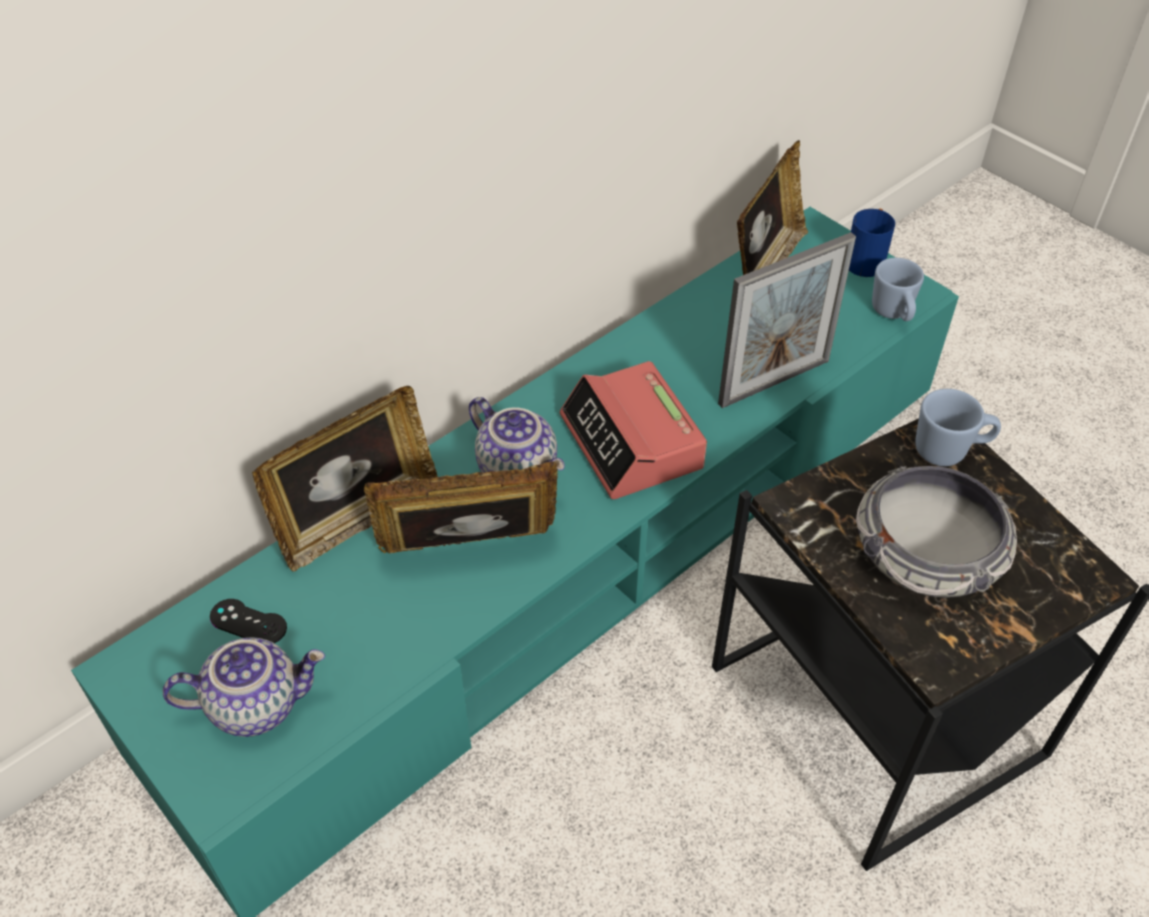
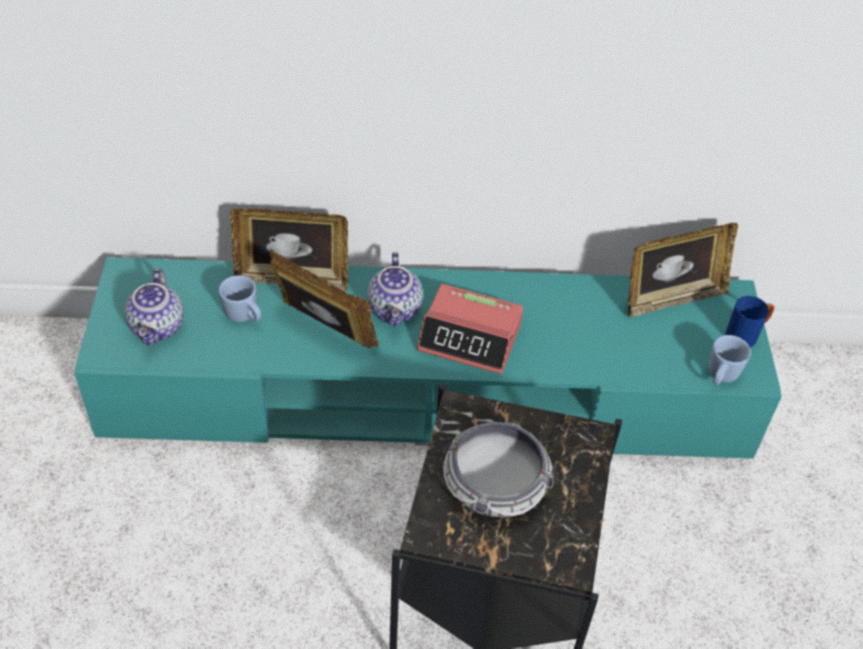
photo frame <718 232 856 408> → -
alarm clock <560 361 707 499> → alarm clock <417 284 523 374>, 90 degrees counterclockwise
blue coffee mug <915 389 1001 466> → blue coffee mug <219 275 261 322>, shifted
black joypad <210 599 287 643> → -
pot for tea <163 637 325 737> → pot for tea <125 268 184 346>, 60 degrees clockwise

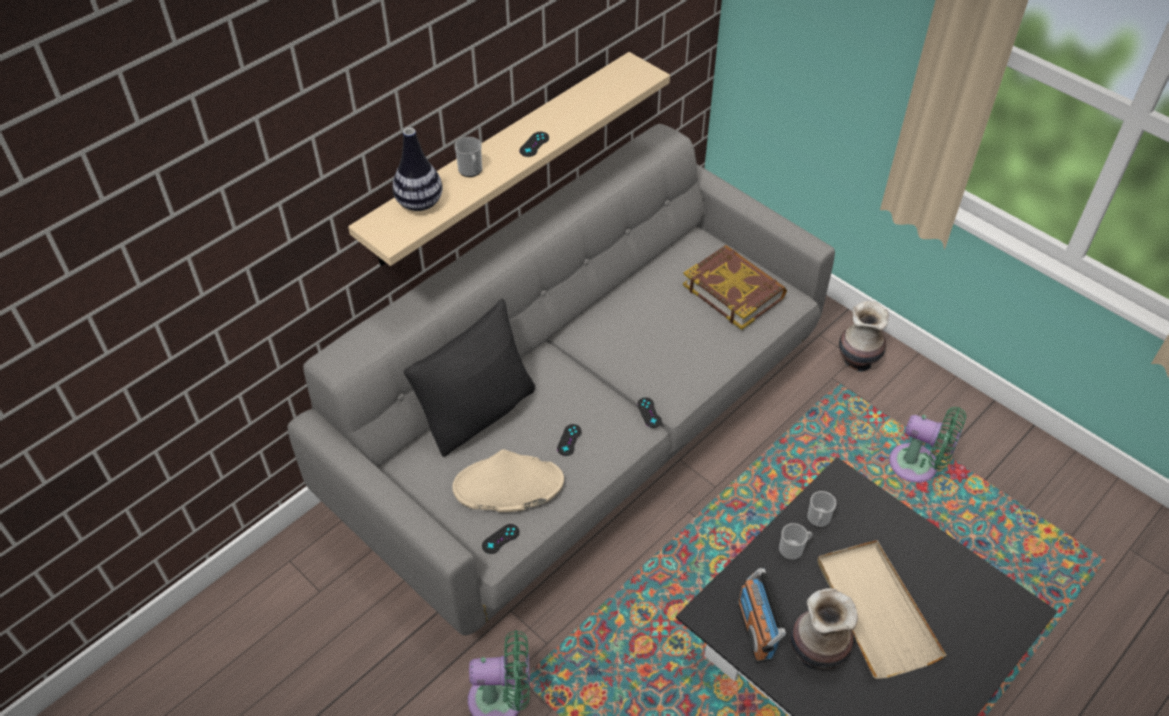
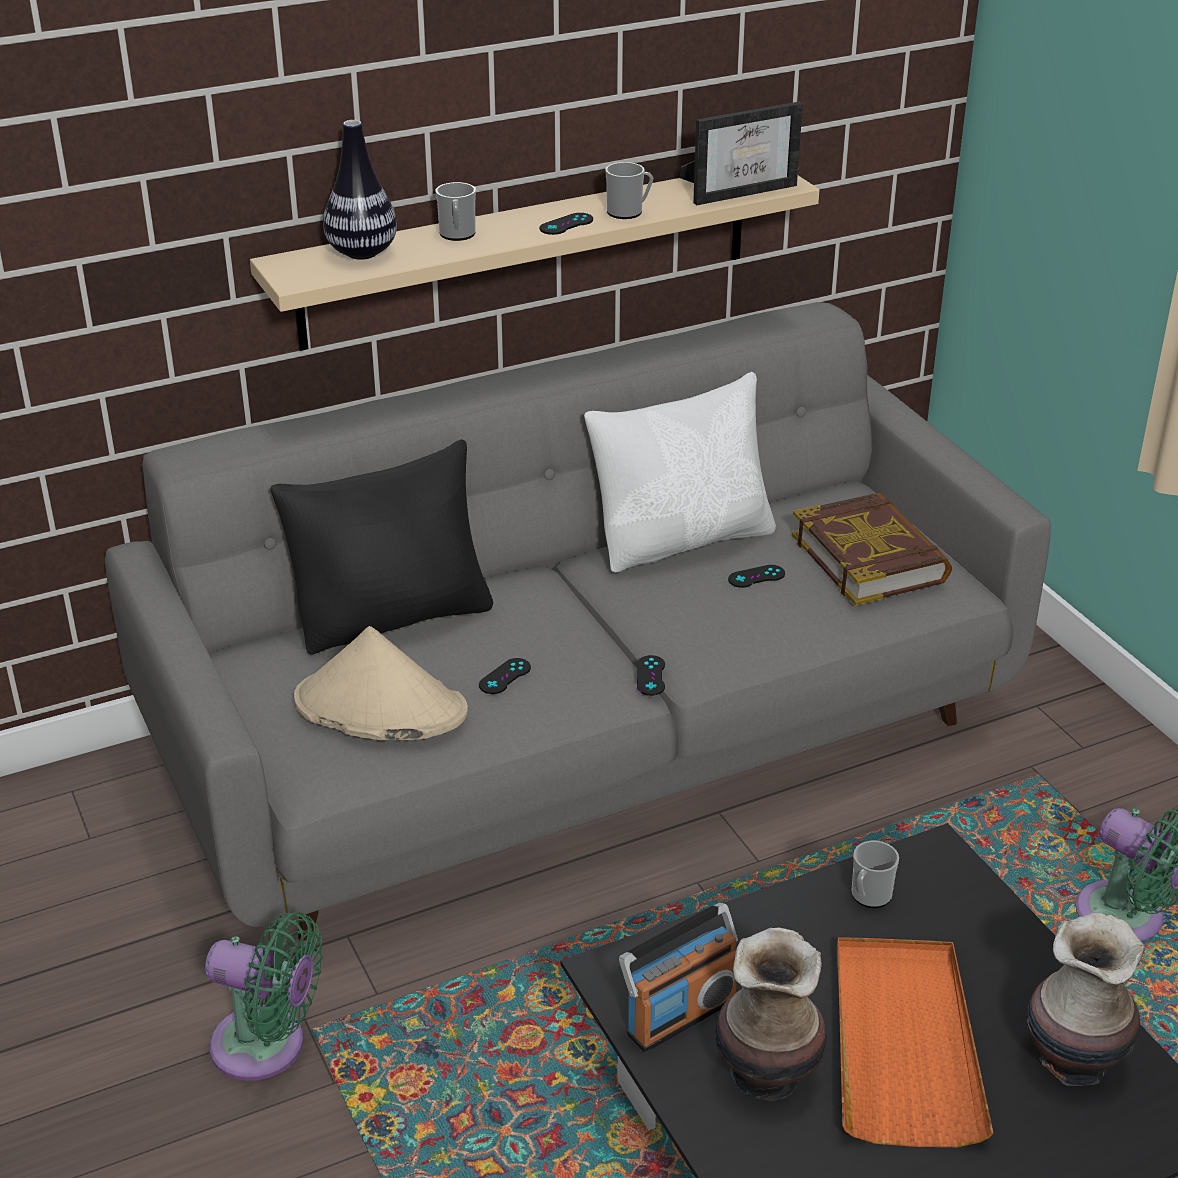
vase <839 301 889 372> → vase <1027 913 1145 1086>, shifted
coffee mug <779 523 813 560> → coffee mug <605 162 653 219>, shifted
black joypad <482 524 519 554> → black joypad <728 565 785 588>, shifted
beige tray <818 540 946 679> → orange tray <837 937 993 1147>
radio receiver <738 568 786 663> → radio receiver <619 902 738 1052>, 135 degrees counterclockwise
- → photo frame <680 102 803 205>
- → whitish cushion <584 372 776 573>

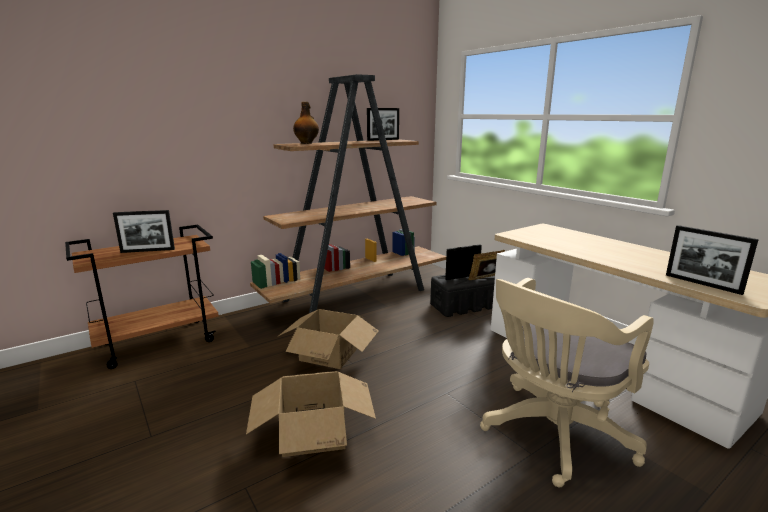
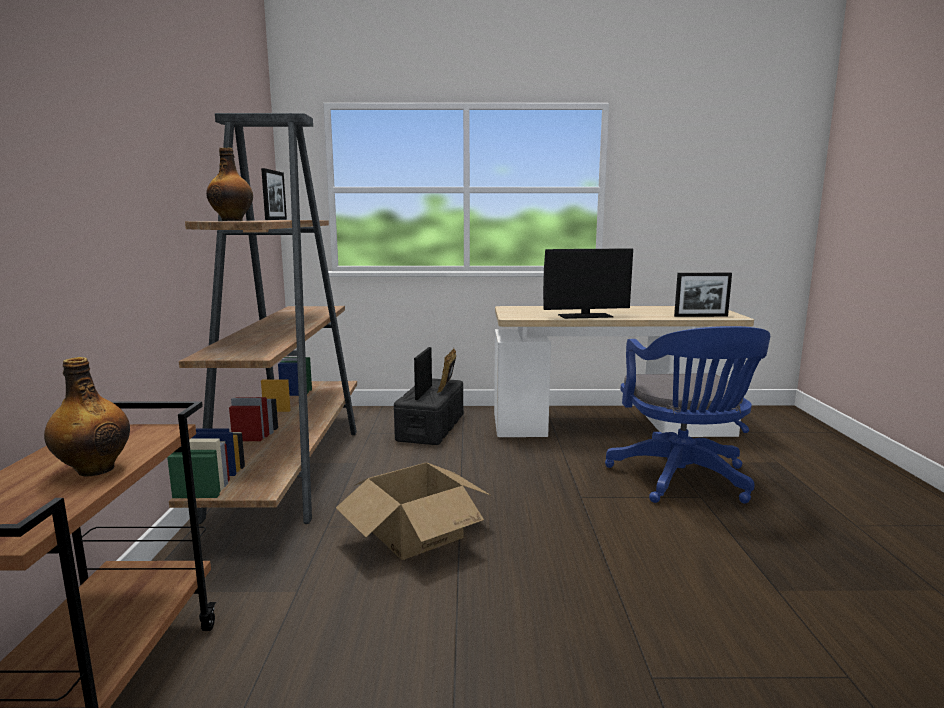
photo frame <113 210 175 253> → beverage bottle <44 357 130 476>
beige computer chair <480 278 654 488> → blue computer chair <605 326 770 504>
cardboard box <246 371 376 457> → -
- → computer display <543 249 633 319>

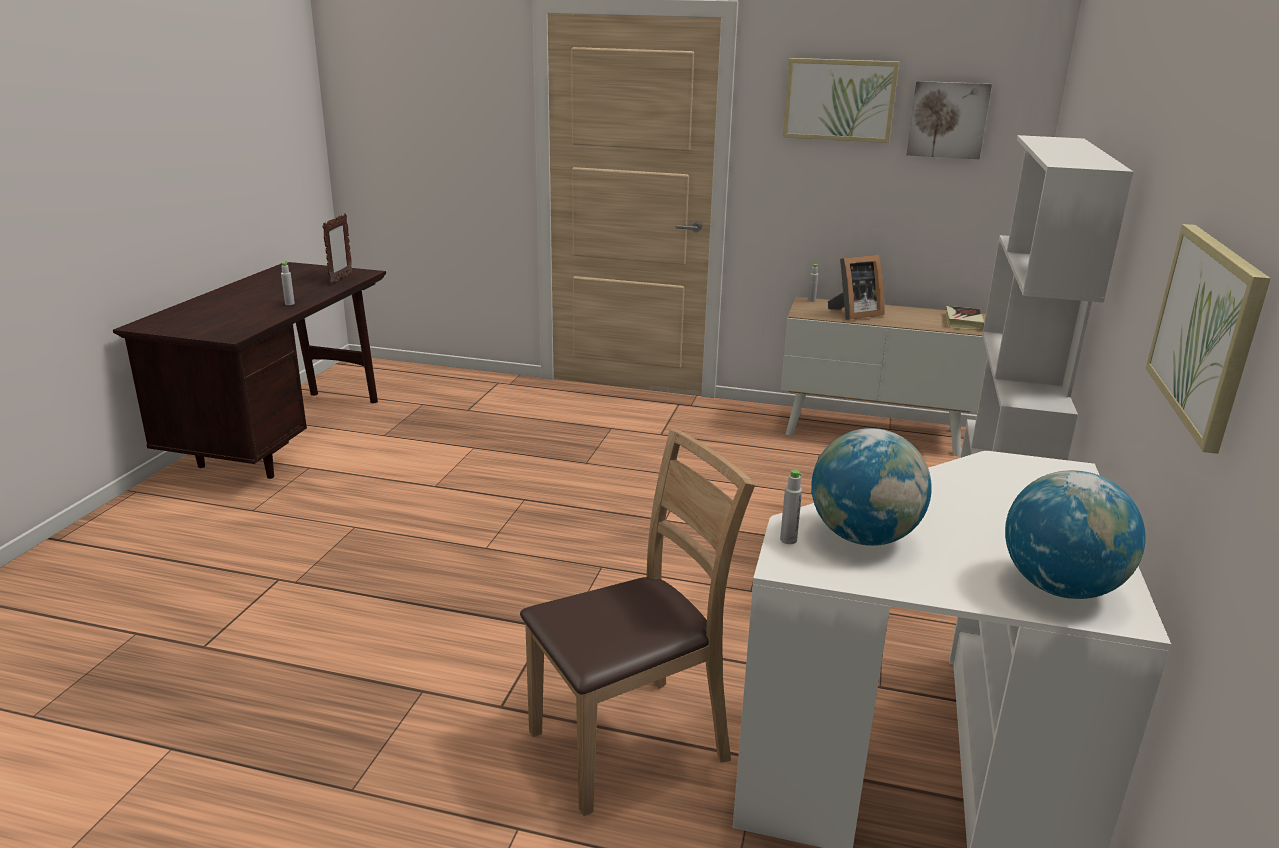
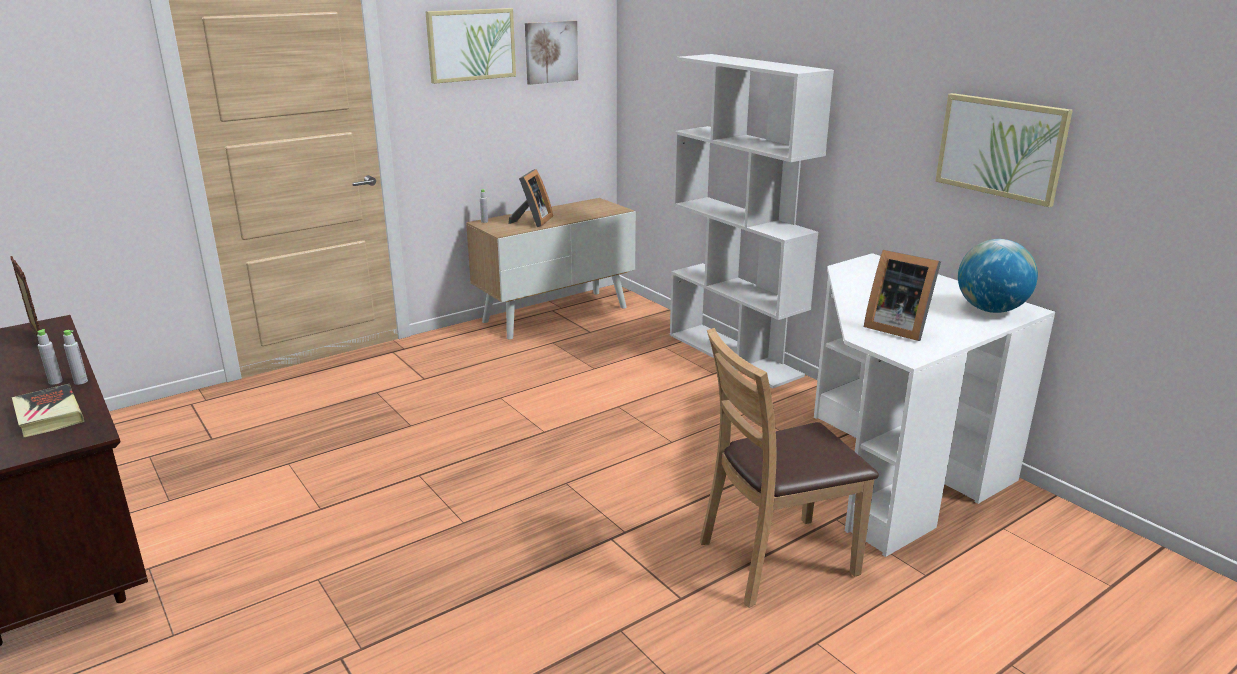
volume <946 306 984 331> → volume <12 384 84 437>, shifted
world globe <811 428 932 546> → photo frame <864 250 941 341>
brown-coloured plain chair <520 429 755 816> → brown-coloured plain chair <700 328 879 608>, 120 degrees counterclockwise
greyish beverage bottle <780 470 802 544> → greyish beverage bottle <63 330 88 385>, shifted

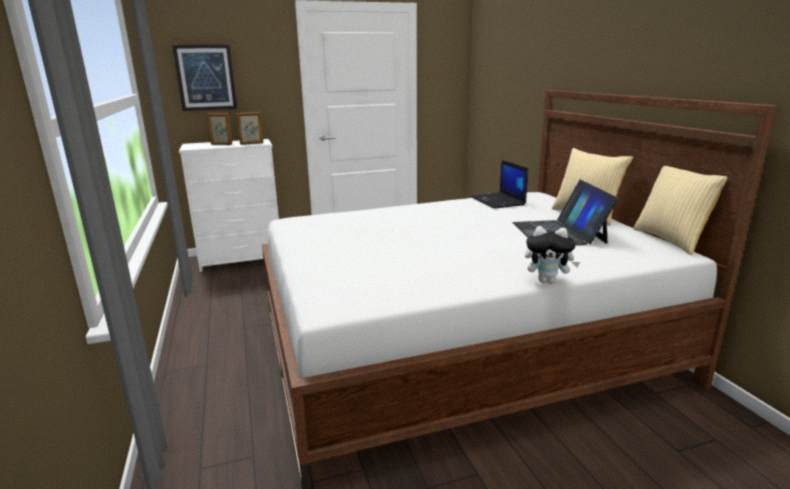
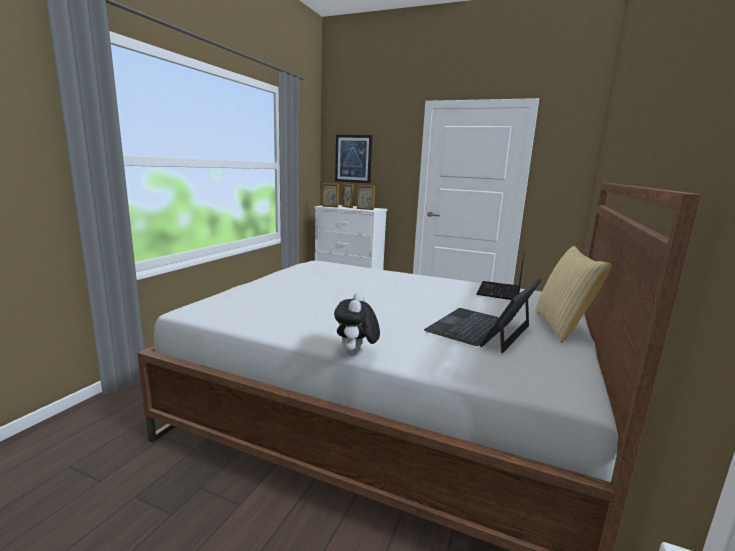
cushion <633 166 727 255> → -
soft toy <525 226 580 284> → soft toy <334 292 380 356>, 45 degrees clockwise
- → photo frame <322 183 339 207>

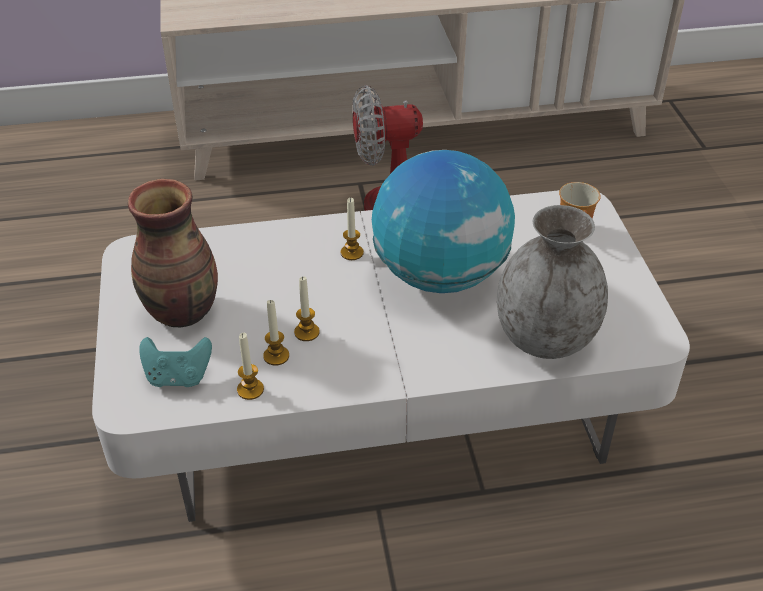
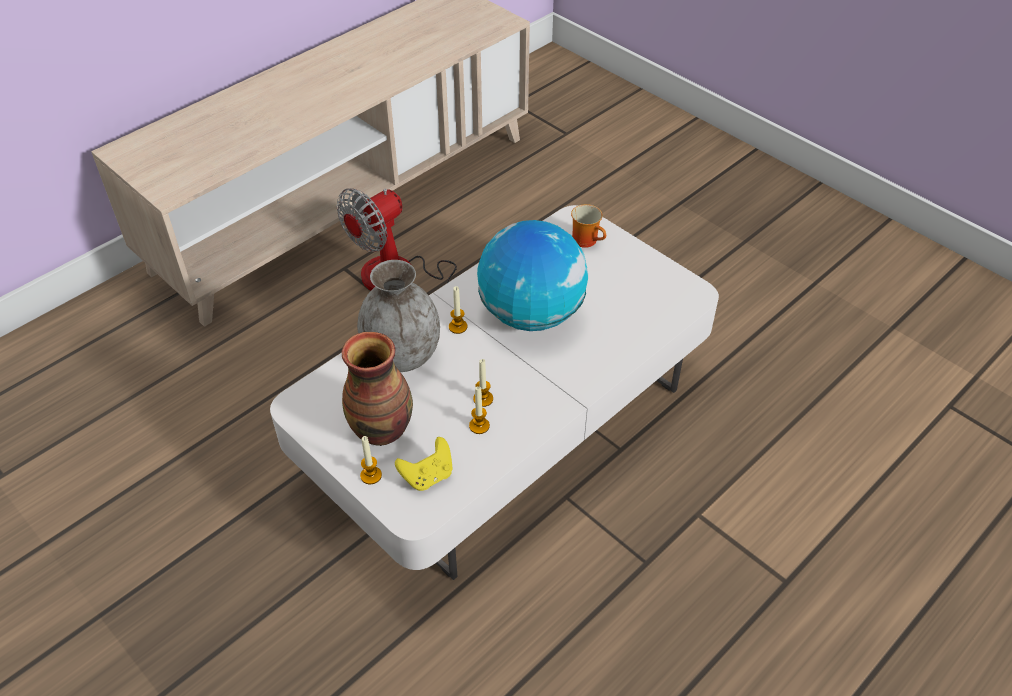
greyish vase <497 205 608 359> → greyish vase <357 260 440 372>, shifted
wax light <237 333 264 400> → wax light <360 436 382 484>, shifted
blue-green joypad <139 337 212 387> → yellow joypad <395 437 452 491>

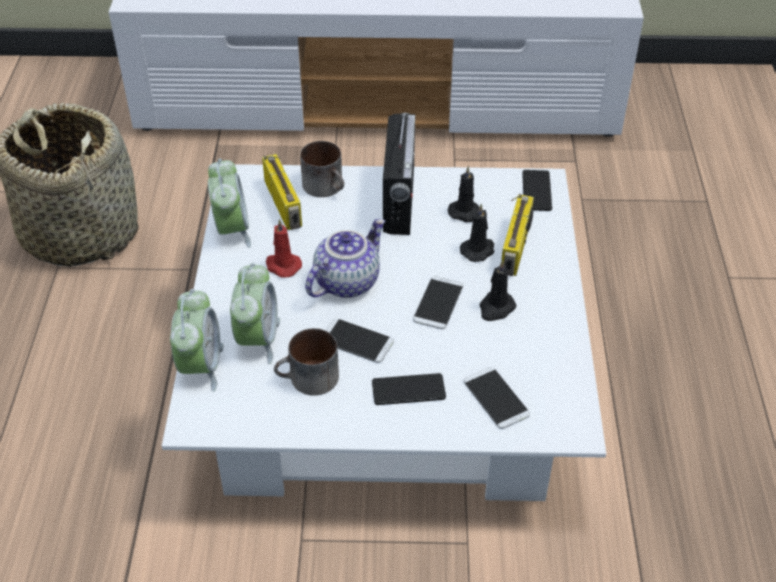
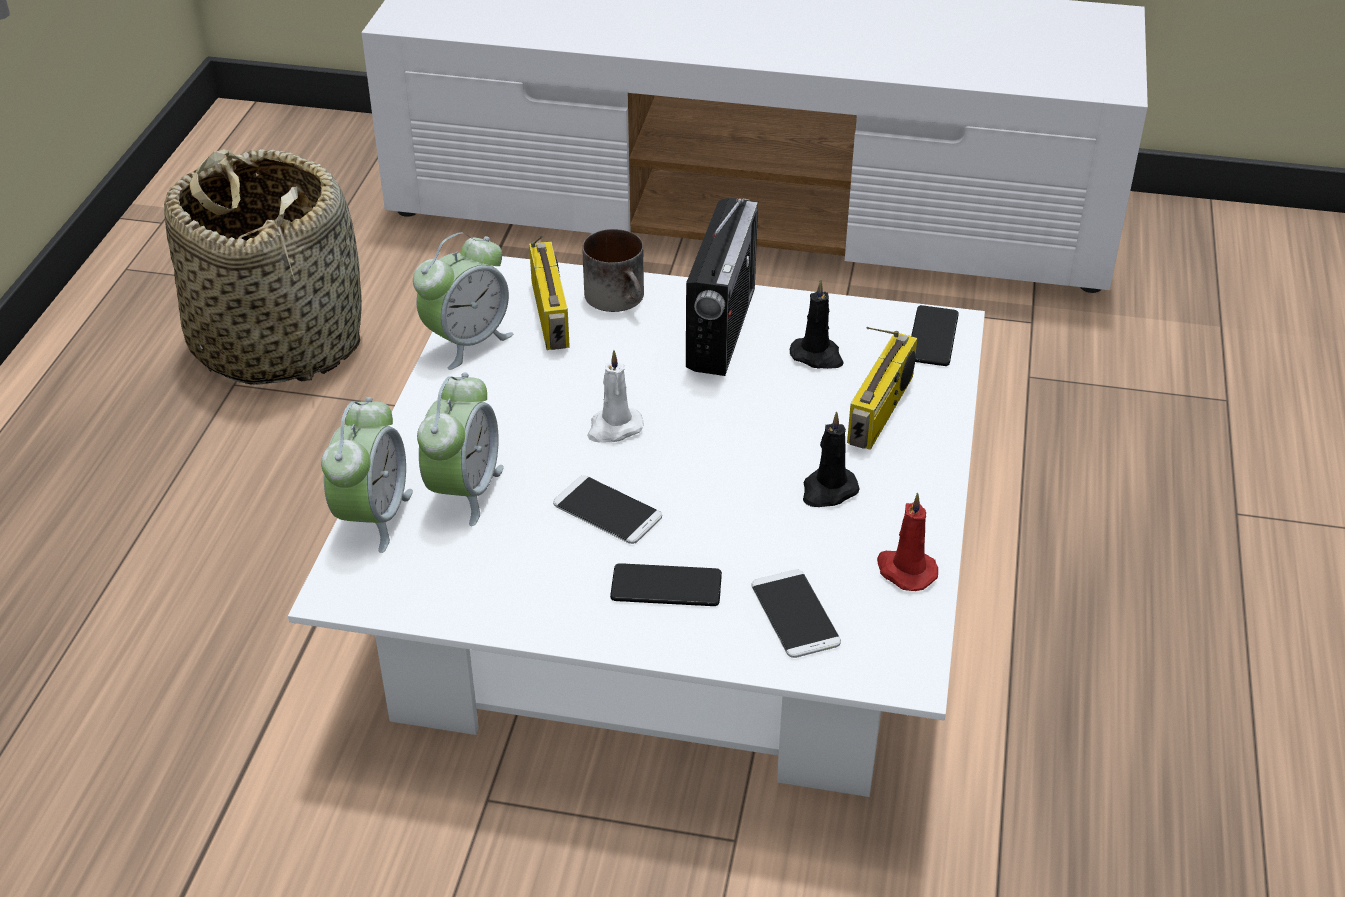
alarm clock <208 158 251 248> → alarm clock <413 232 514 370>, 45 degrees clockwise
black wax light <460 203 495 262> → -
reddish wax light <266 219 302 277> → reddish wax light <877 493 938 591>, shifted
pot for tea <305 219 385 298> → whitish wax light <587 350 643 443>
handset <413 276 463 329> → -
coffee mug <274 328 339 396> → -

